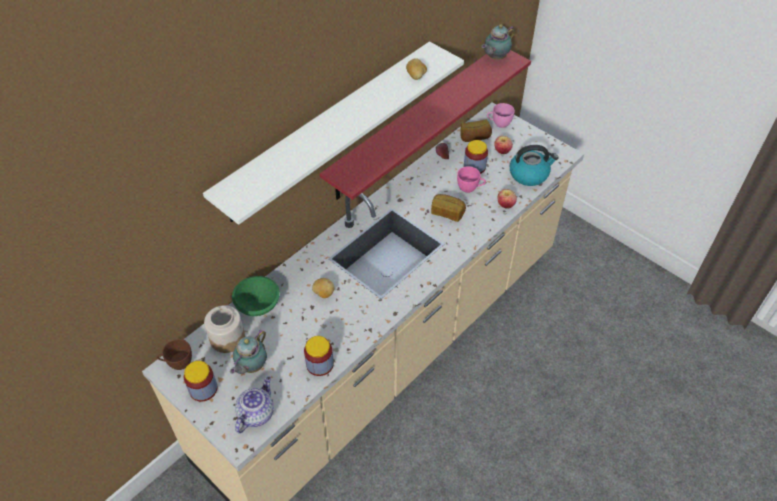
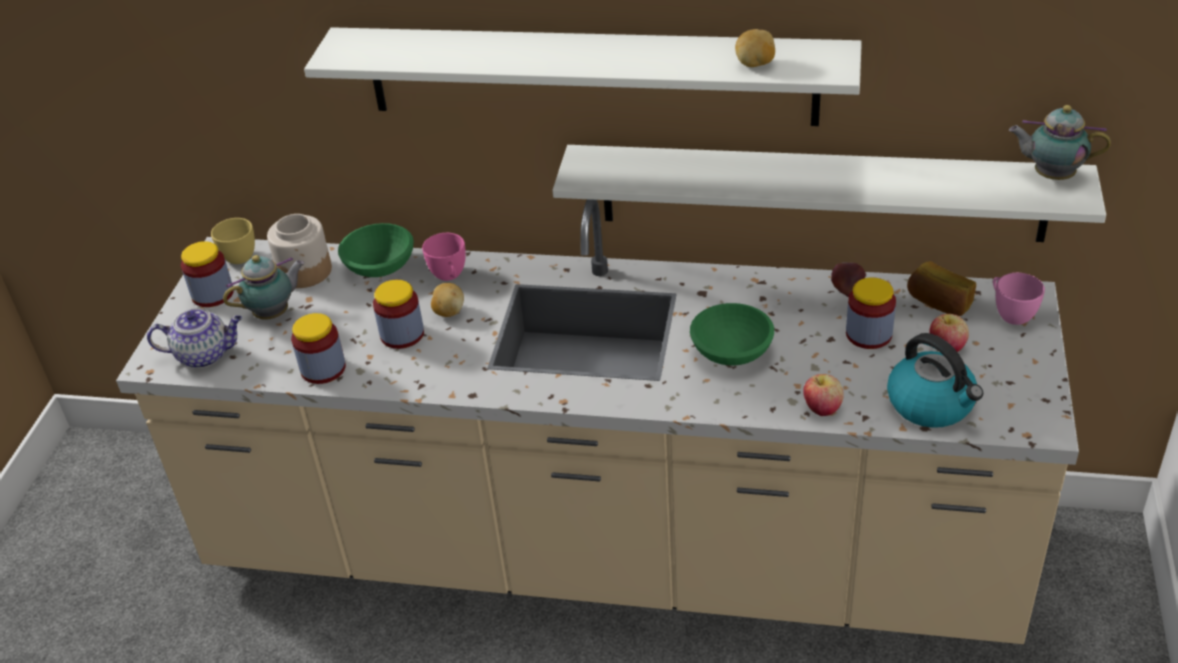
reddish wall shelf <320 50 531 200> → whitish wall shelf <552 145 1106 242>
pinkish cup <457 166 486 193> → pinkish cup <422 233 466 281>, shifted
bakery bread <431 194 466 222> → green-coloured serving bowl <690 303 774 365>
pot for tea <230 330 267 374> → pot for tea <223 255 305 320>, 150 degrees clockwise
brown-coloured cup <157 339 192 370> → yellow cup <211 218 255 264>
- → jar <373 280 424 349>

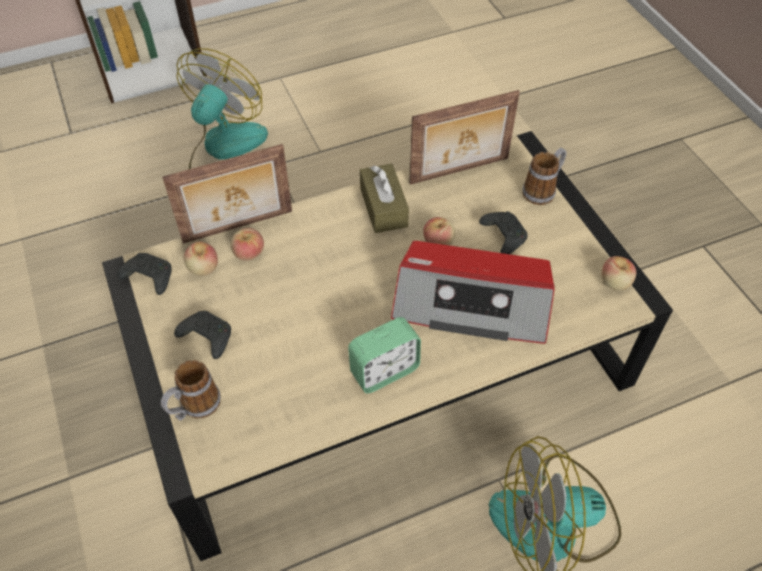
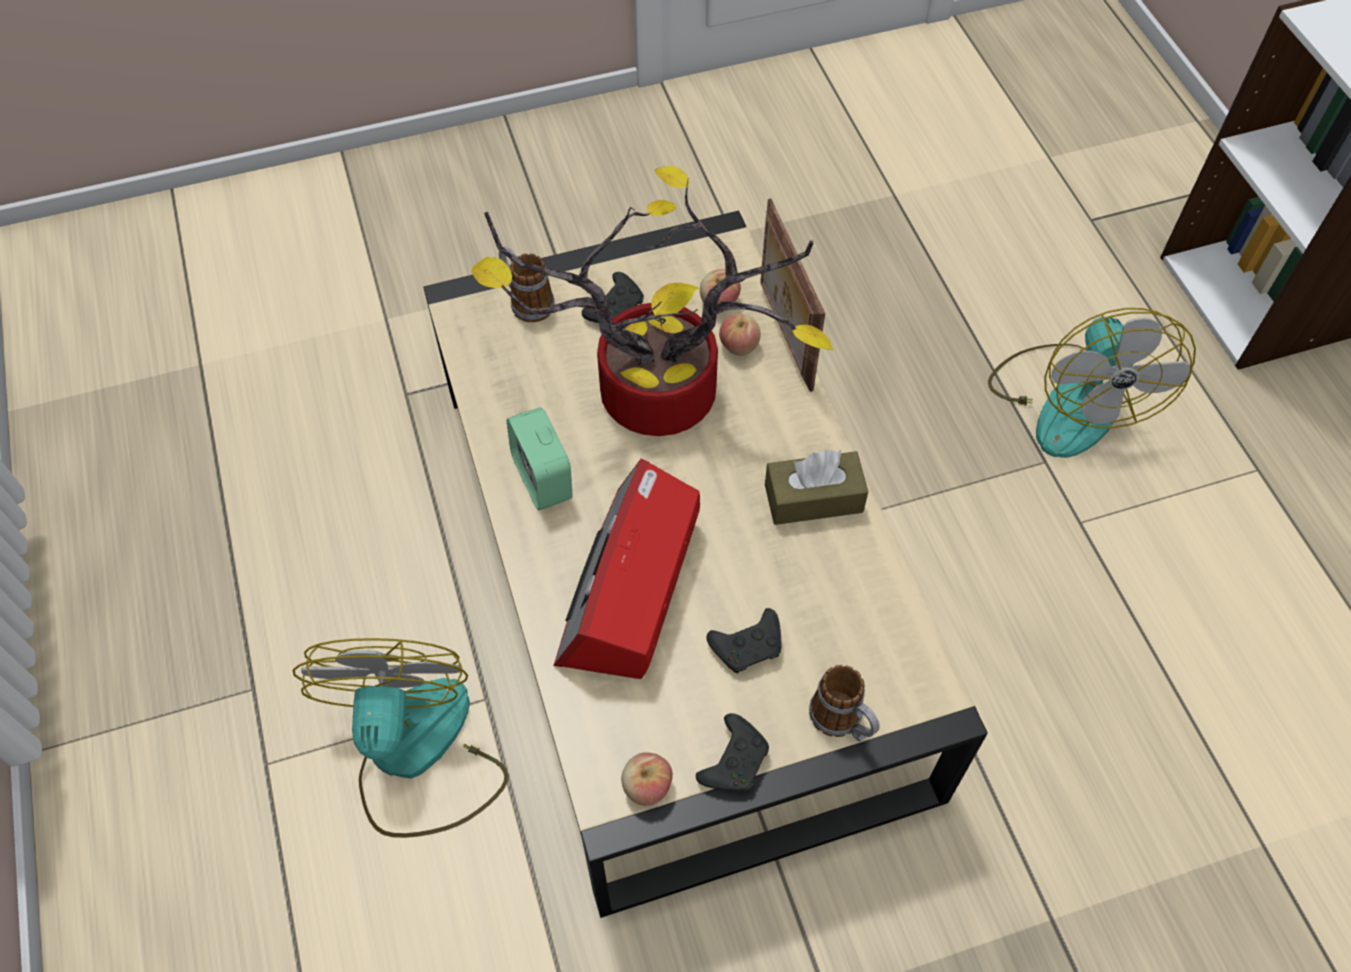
cooling fan <177 48 268 169> → cooling fan <988 308 1196 458>, 60 degrees clockwise
photo frame <409 90 520 185> → -
apple <423 217 455 245> → -
black joypad <117 253 172 295> → black joypad <696 713 769 792>, shifted
- → plant in a pot <472 166 833 436>

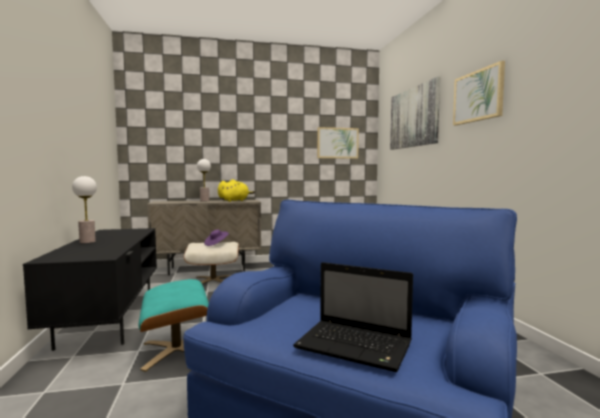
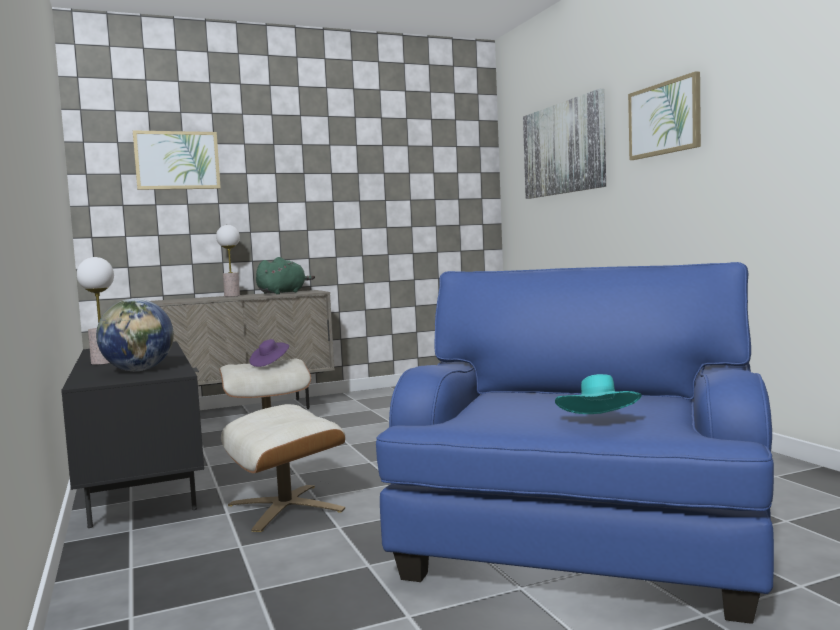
wall art <317 127 359 159> → wall art <133 130 221 190>, shifted
yellow soft toy <218 179 255 202> → green-coloured soft toy <256 257 315 294>
notebook computer <293 262 413 372> → blue-green clothing hat <555 374 642 414>
blue-green ottoman <138 279 209 372> → beige ottoman <221 404 345 532>
- → world globe <96 299 174 371>

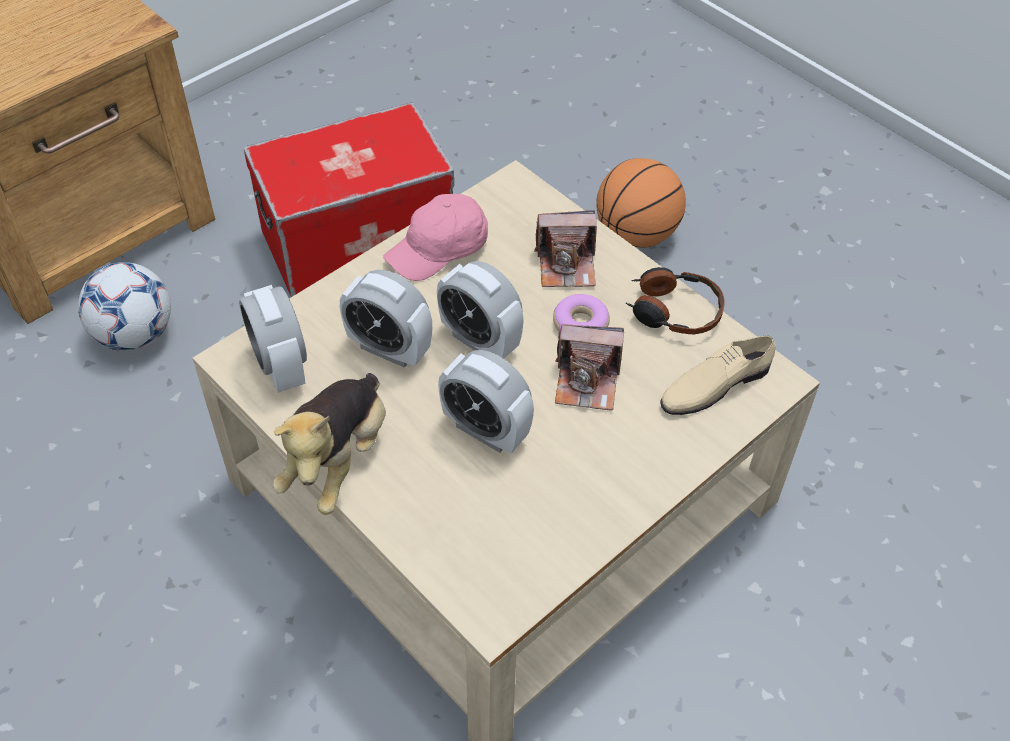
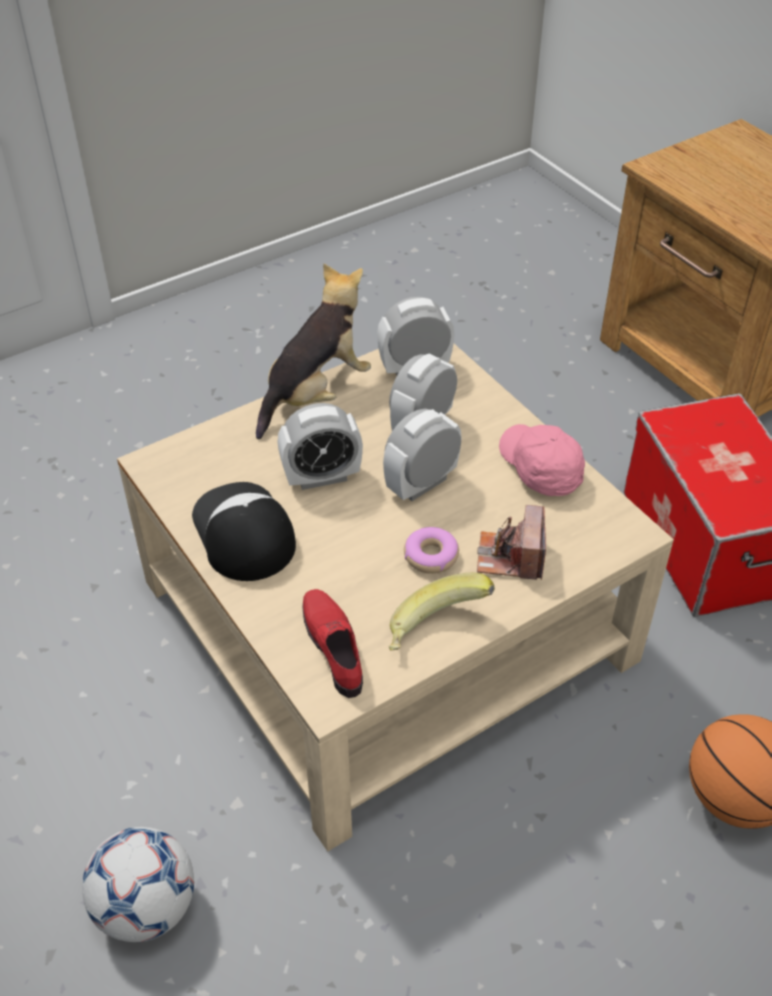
football ball <78 262 171 351> → football ball <82 827 194 942>, shifted
pair of headphones <626 267 725 334> → banana fruit <389 573 494 650>
photo camera <555 325 624 411> → -
beige item of footwear <660 336 776 415> → reddish item of footwear <303 589 363 698>
alarm clock <438 350 534 453> → alarm clock <278 403 363 490>, 150 degrees counterclockwise
soft toy <273 373 386 515> → soft toy <256 264 371 439>, 105 degrees clockwise
- → peaked cap <192 482 296 581>

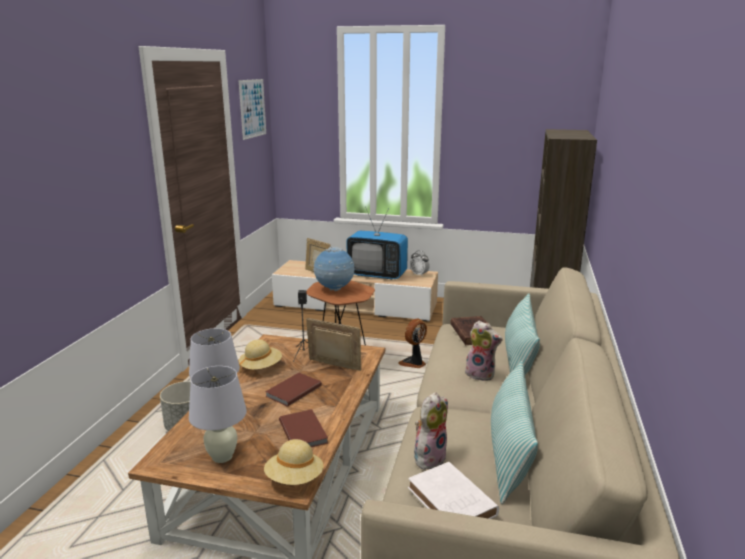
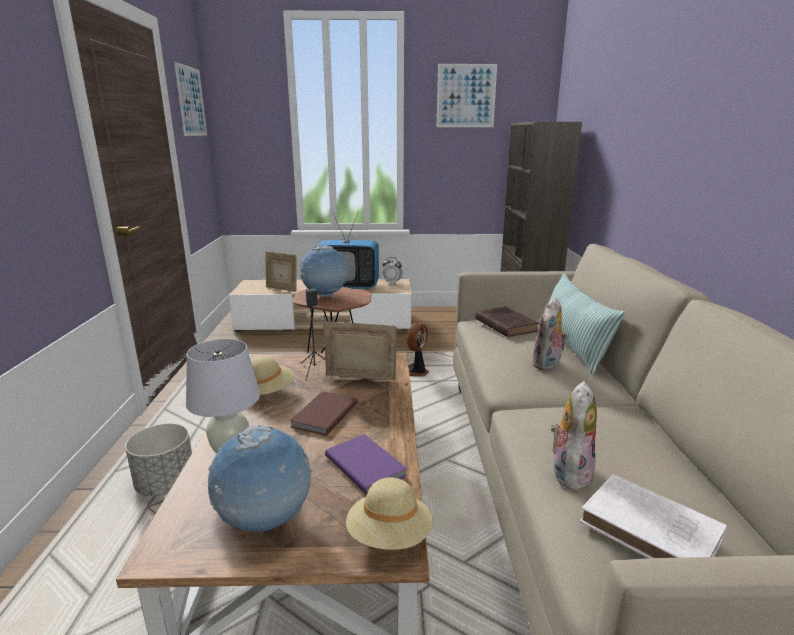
soft toy <465 321 502 381> → soft toy <532 297 568 370>, 105 degrees clockwise
cushion <491 361 538 504> → -
whitish table lamp <189 366 247 463> → world globe <208 425 313 532>
brown-coloured volume <279 409 328 447> → purplish volume <325 434 407 495>
- → wall art <437 64 497 127>

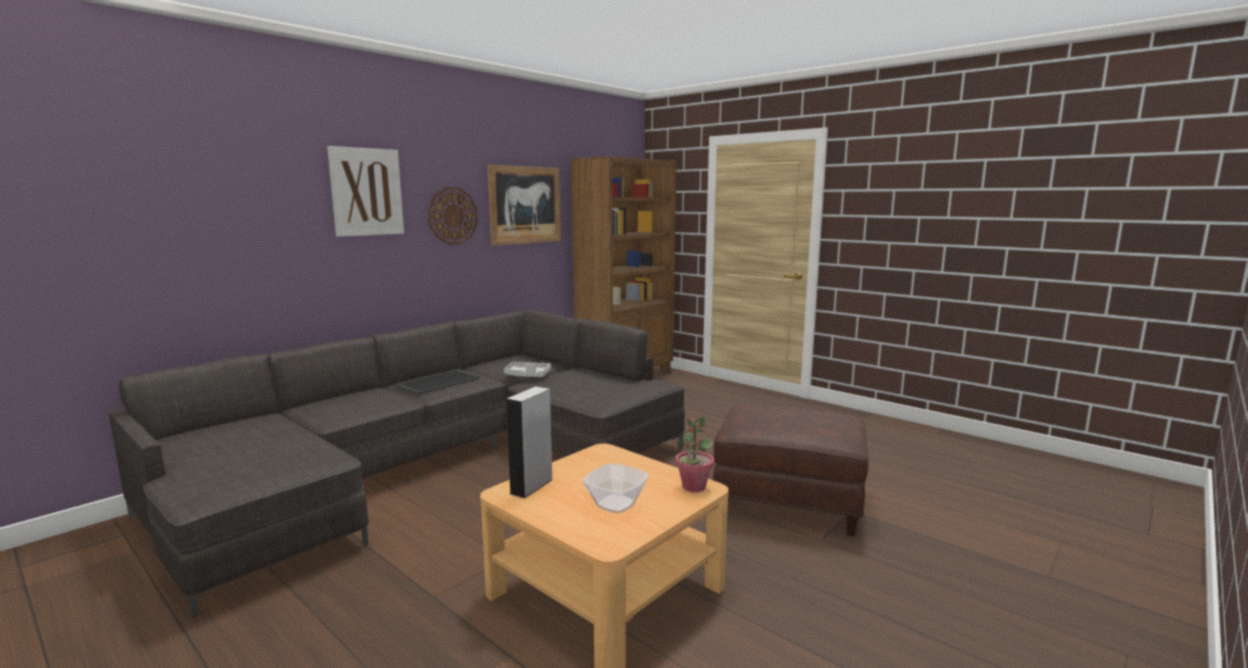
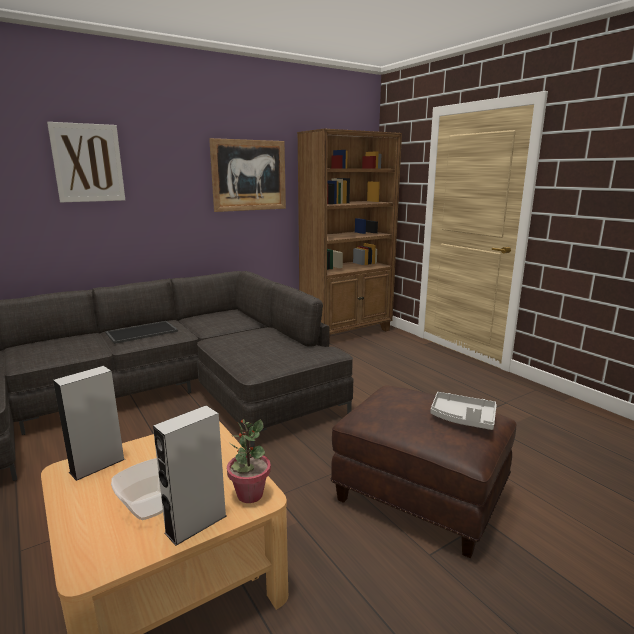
clock on the wall <428 187 478 245> → -
greyish tray <504 362 551 377> → greyish tray <431 392 497 430>, shifted
- → greyish loudspeaker <153 405 227 546>

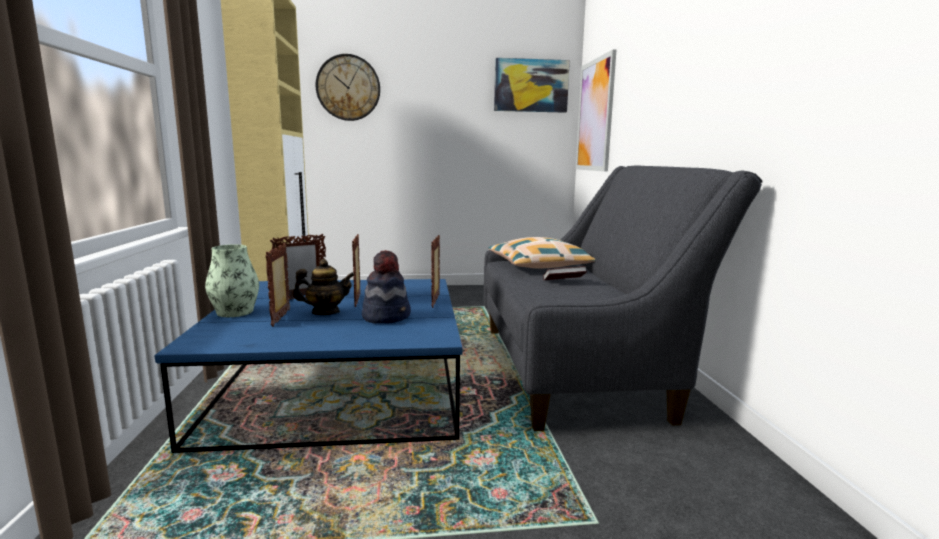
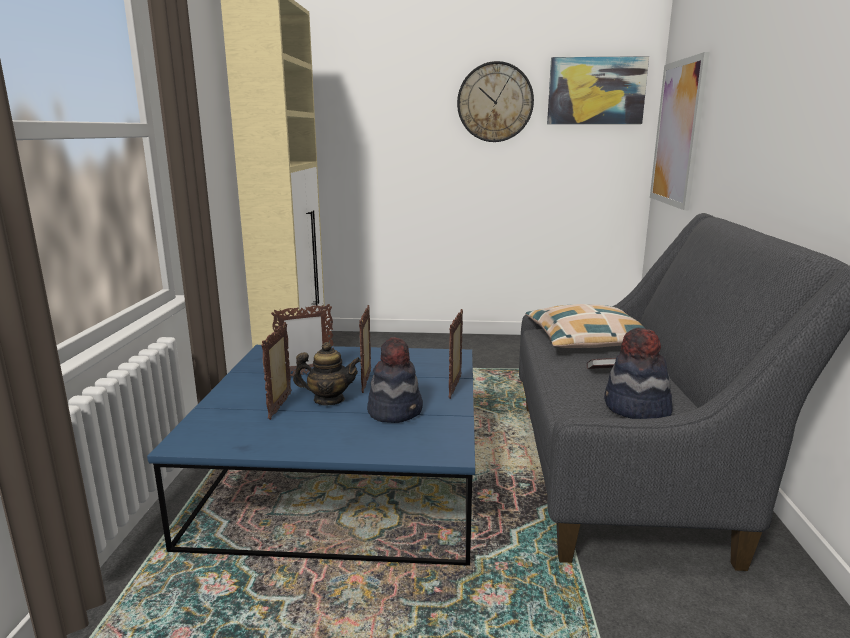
clock on the wall <315 54 380 121> → clock on the wall <457 61 534 142>, shifted
vase <205 244 259 317> → -
- → clothing hat <604 328 673 419>

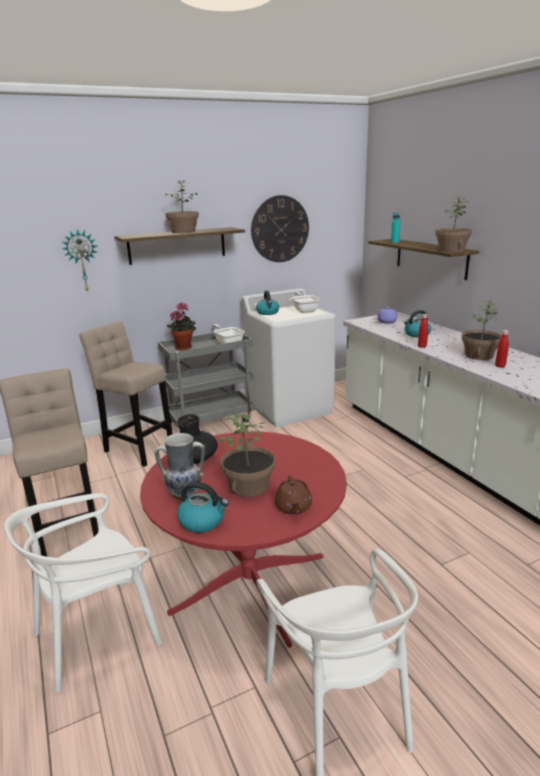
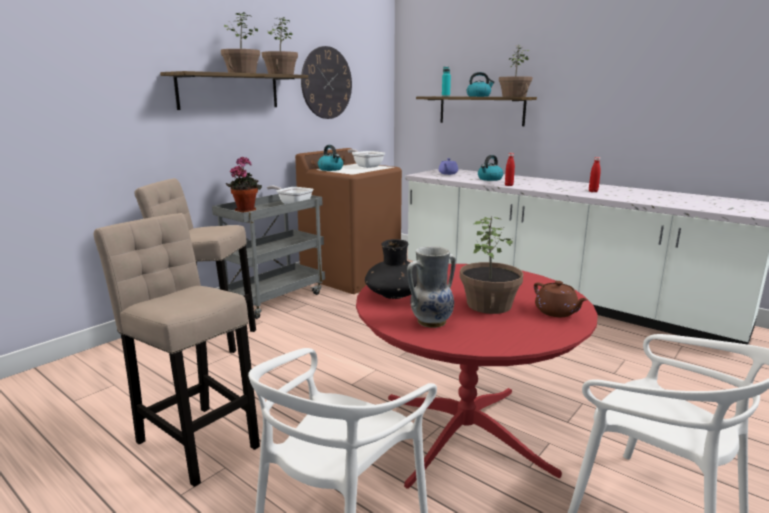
clock on the wall <62 229 98 293> → -
whitish laundry machine <242 289 336 427> → brown-coloured laundry machine <295 148 402 294>
plant in a pot <461 301 502 360> → plant in a pot <262 17 298 75>, shifted
tea kettle <177 482 229 533> → tea kettle <467 72 495 97>, shifted

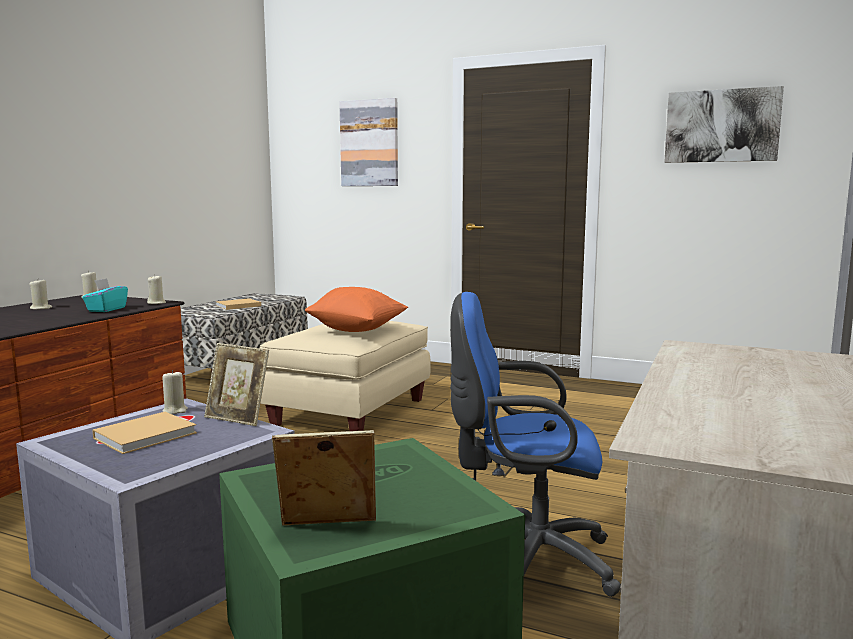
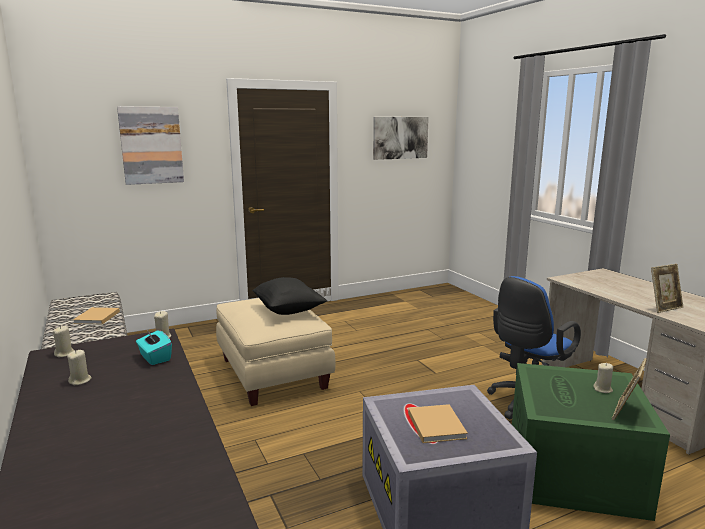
orange cushion <305 287 408 332> → black cushion <252 277 327 315>
photo frame <204 343 269 426> → photo frame <651 264 683 313>, shifted
beige wax light <162 370 188 414> → beige wax light <593 363 613 393>, shifted

